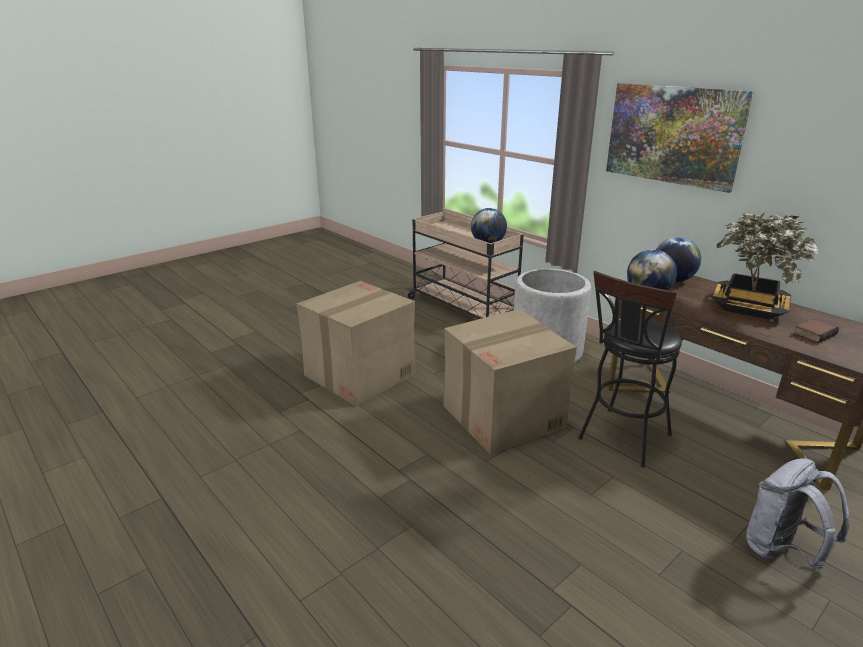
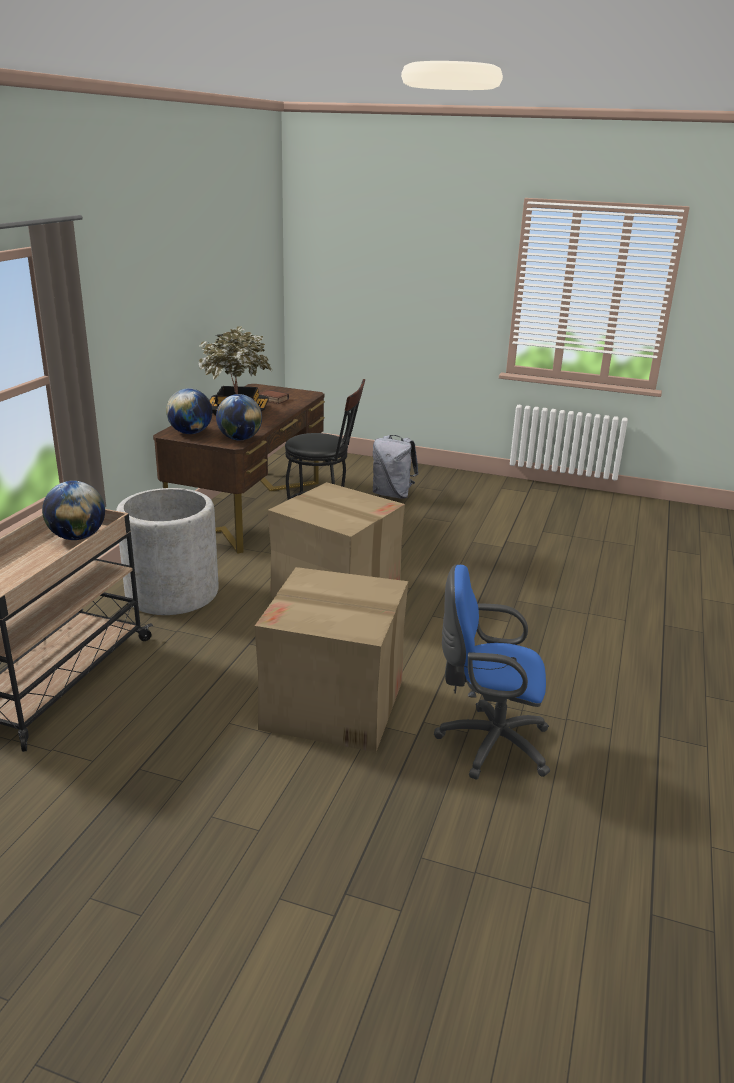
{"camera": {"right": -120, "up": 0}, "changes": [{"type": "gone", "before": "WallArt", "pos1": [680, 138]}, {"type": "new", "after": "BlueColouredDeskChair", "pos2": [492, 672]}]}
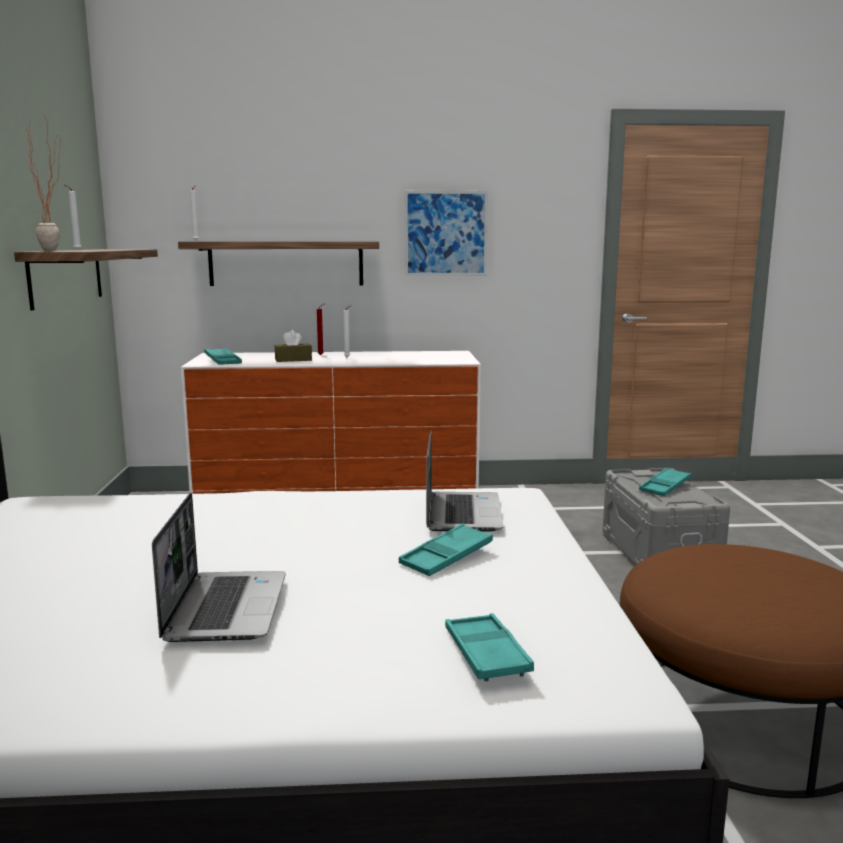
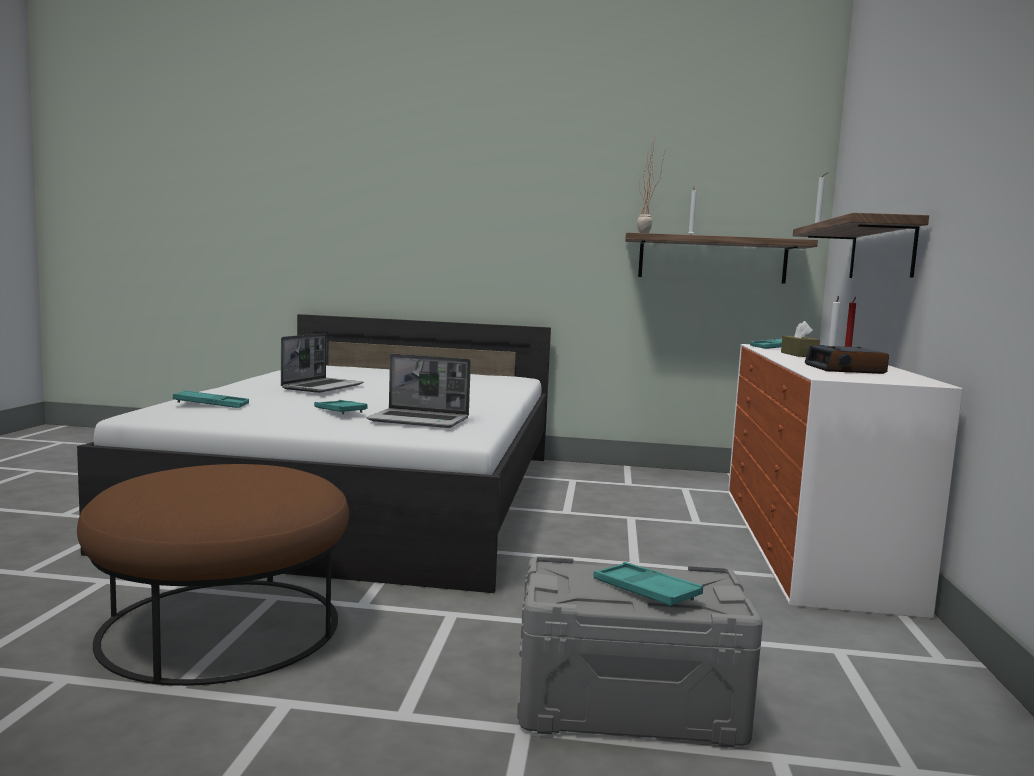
{"camera": {"right": 100, "up": -5}, "changes": [{"type": "gone", "before": "WallArt", "pos1": [446, 233]}, {"type": "rotated", "before": "Laptop", "pos1": [219, 567], "pos2": [322, 363], "turn": -75}, {"type": "new", "after": "AlarmClock", "pos2": [847, 359]}]}
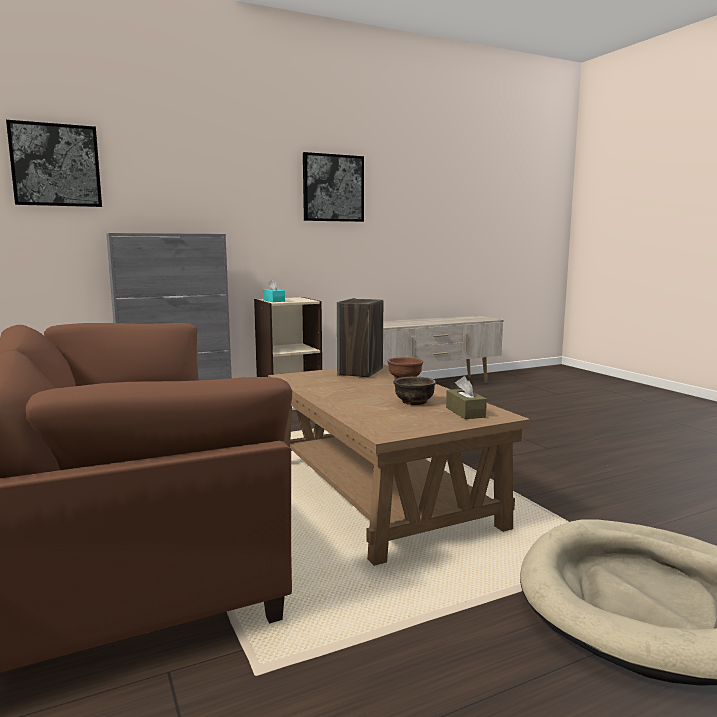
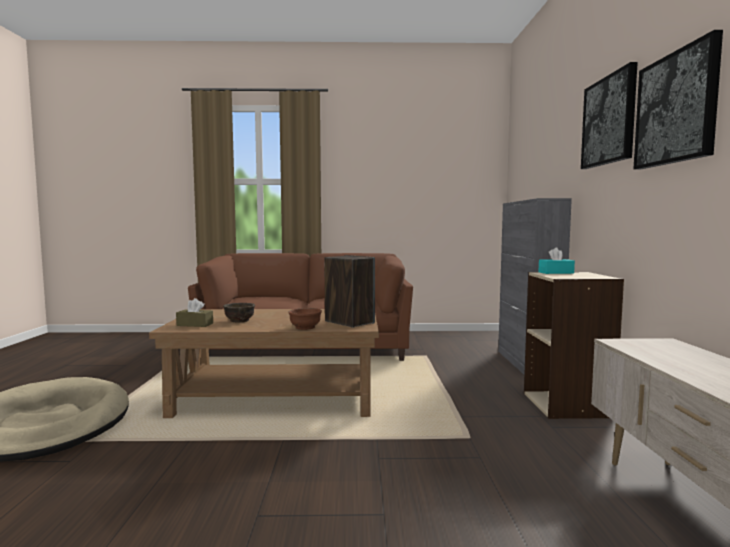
{"camera": {"right": 115, "up": -5}, "changes": [{"type": "shifted", "before": "WallArt", "pos1": [54, 163], "pos2": [609, 115]}]}
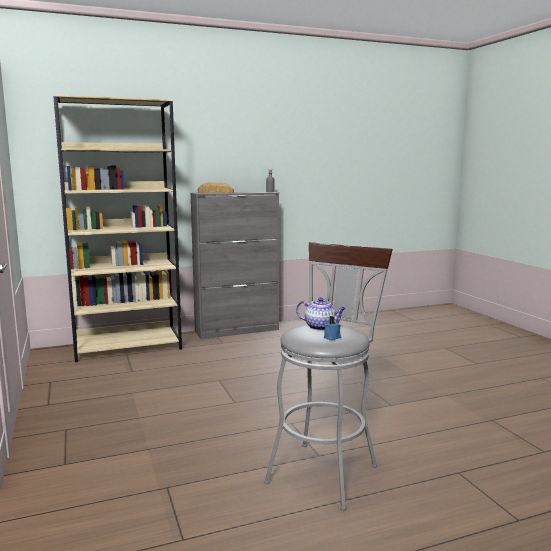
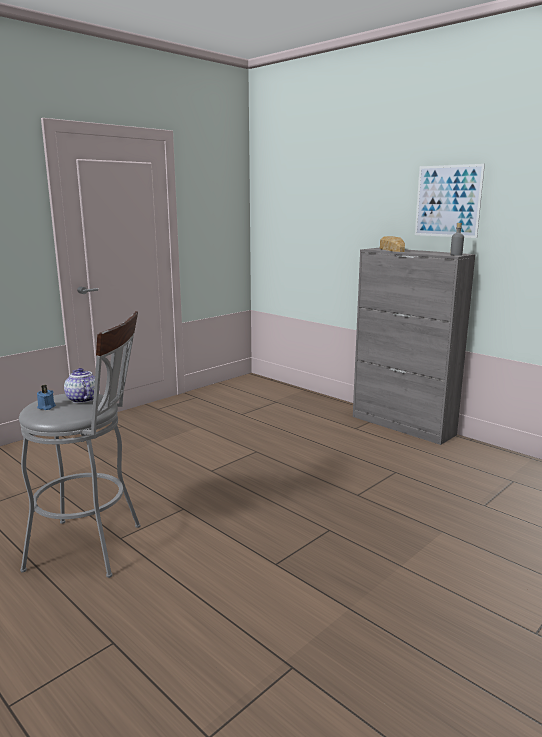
{"camera": {"right": 65, "up": 5}, "changes": [{"type": "gone", "before": "SandColouredBookcase", "pos1": [117, 228]}, {"type": "rotated", "before": "TeaPot", "pos1": [321, 313], "pos2": [82, 385], "turn": 150}, {"type": "new", "after": "WallArt", "pos2": [450, 201]}]}
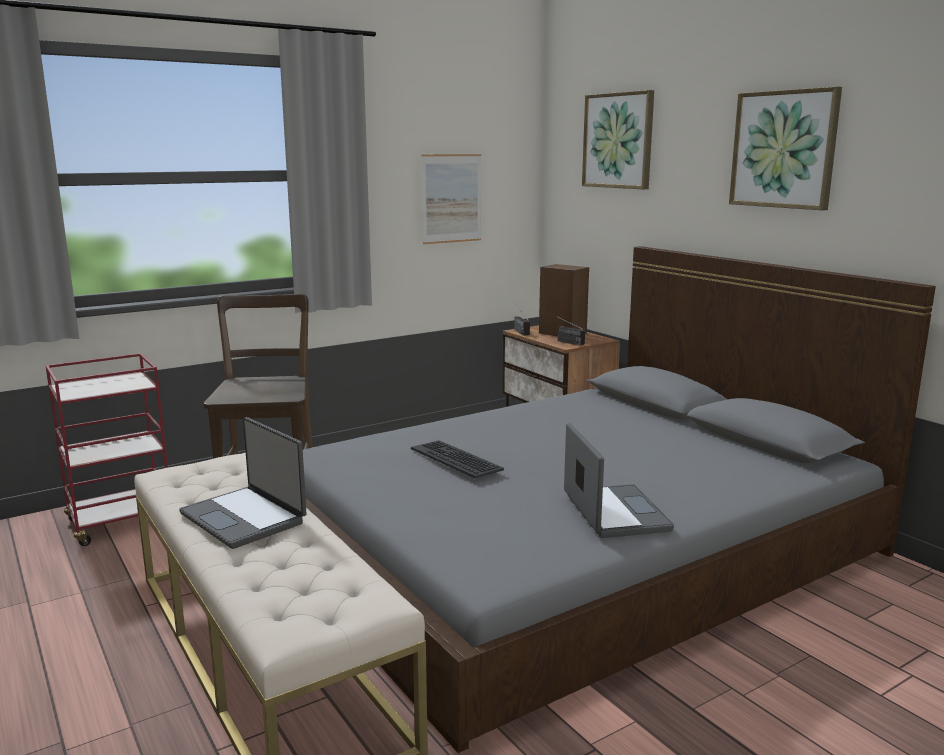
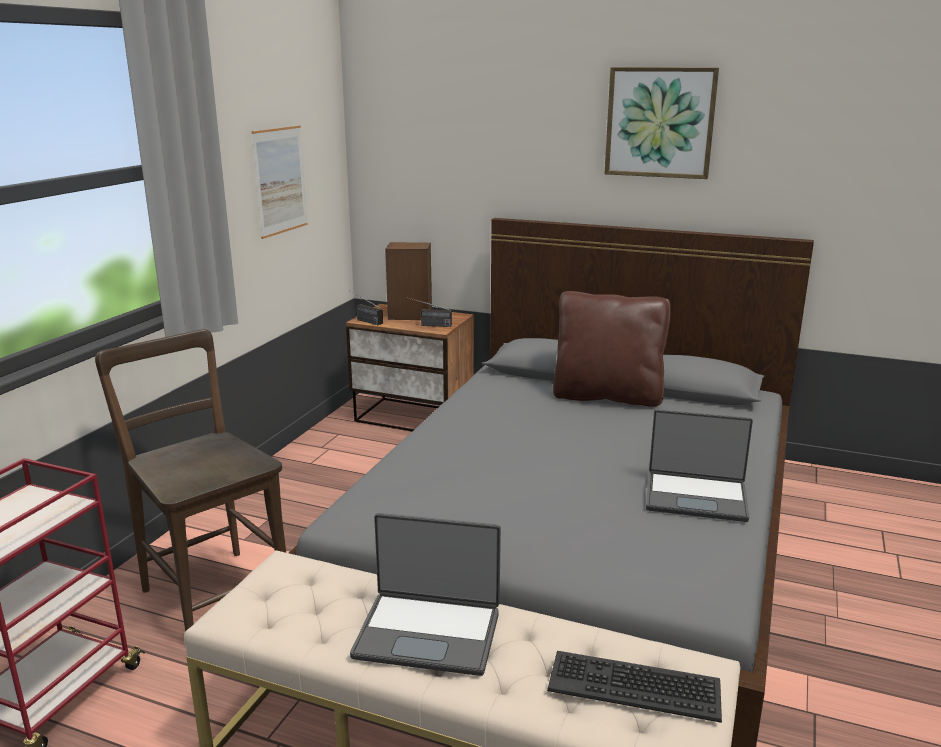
{"camera": {"right": -35, "up": 5}, "changes": [{"type": "gone", "before": "WallArt", "pos1": [618, 139]}, {"type": "rotated", "before": "Laptop", "pos1": [619, 480], "pos2": [699, 465], "turn": 150}, {"type": "shifted", "before": "ComputerKeyboard", "pos1": [457, 459], "pos2": [634, 687]}, {"type": "new", "after": "BrownColouredCushion", "pos2": [612, 349]}]}
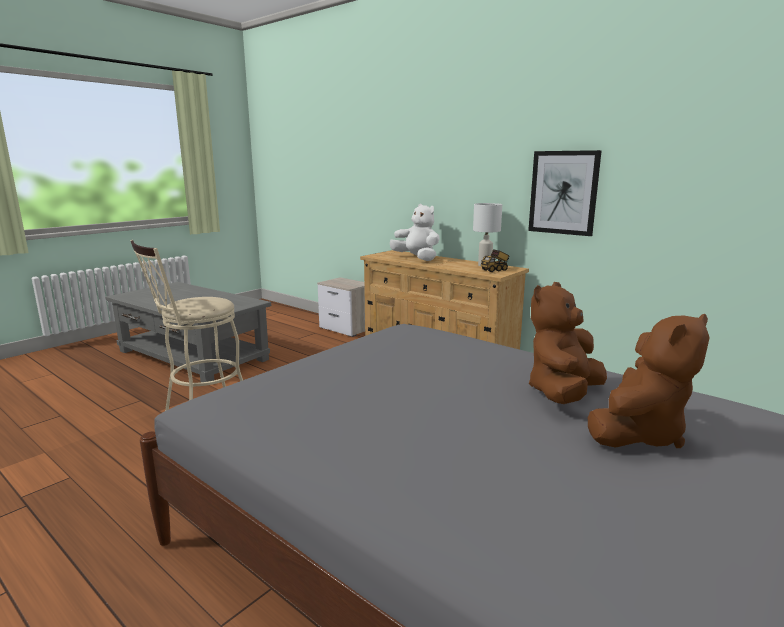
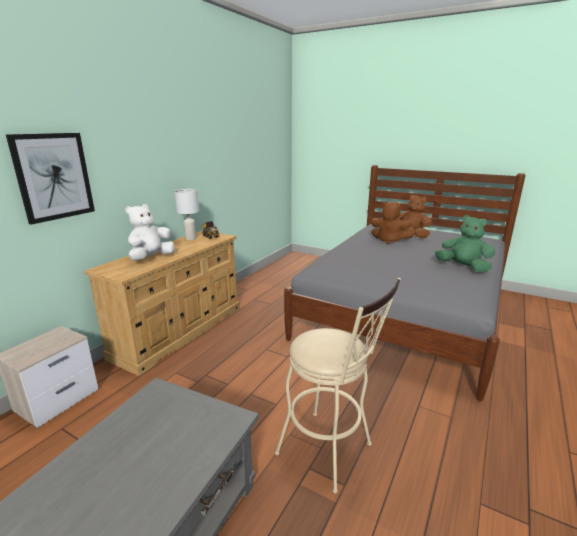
{"camera": {"right": -100, "up": 5}, "changes": [{"type": "shifted", "before": "WallArt", "pos1": [565, 193], "pos2": [50, 179]}, {"type": "new", "after": "GreenSoftToy", "pos2": [465, 244]}]}
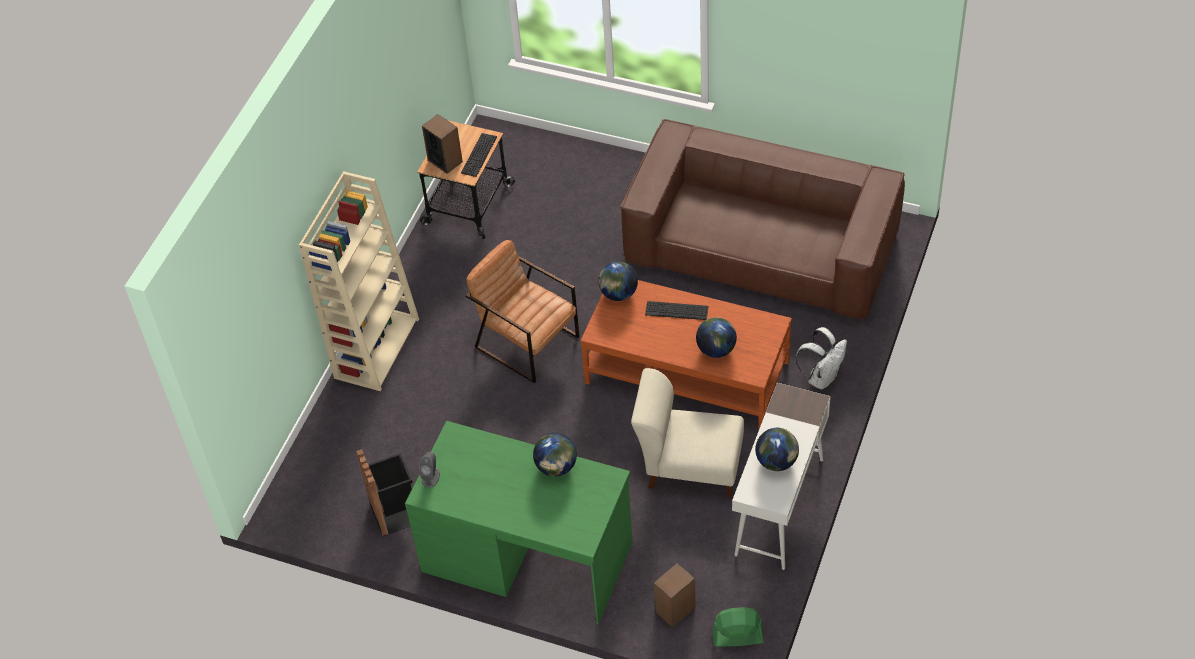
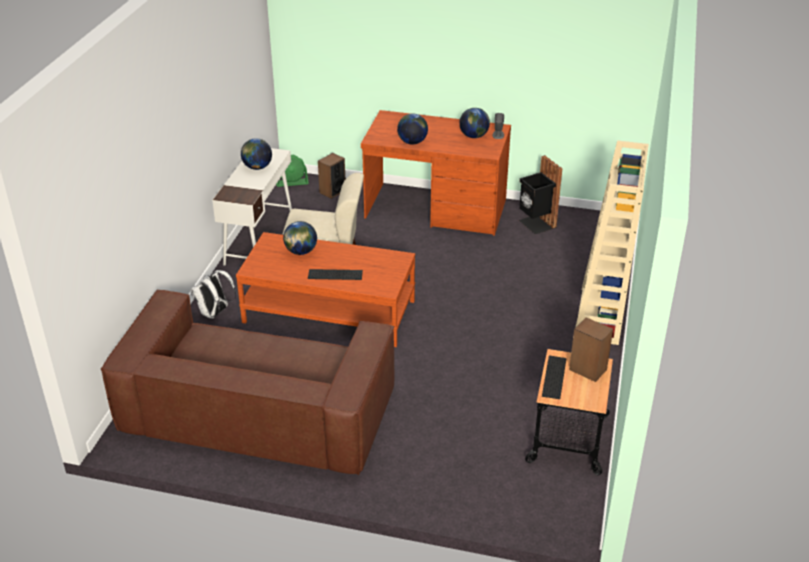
{"camera": {"right": 170, "up": -15}, "changes": [{"type": "gone", "before": "BrownColouredArmchair", "pos1": [523, 311]}, {"type": "shifted", "before": "WorldGlobe", "pos1": [618, 281], "pos2": [474, 123]}, {"type": "repainted", "before": "GreenDeskUnit", "after": "BrownColouredDeskUnit", "pos1": [519, 522], "pos2": [436, 173]}]}
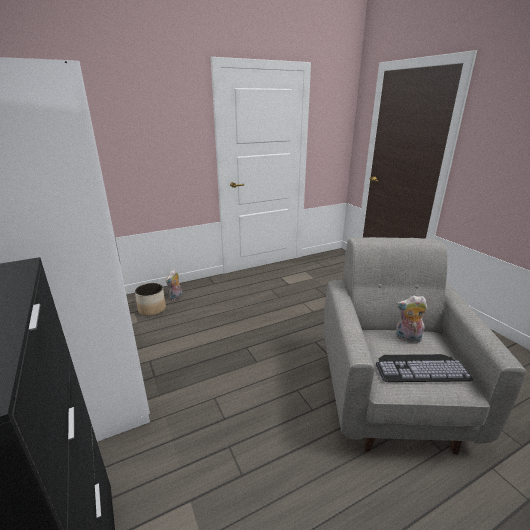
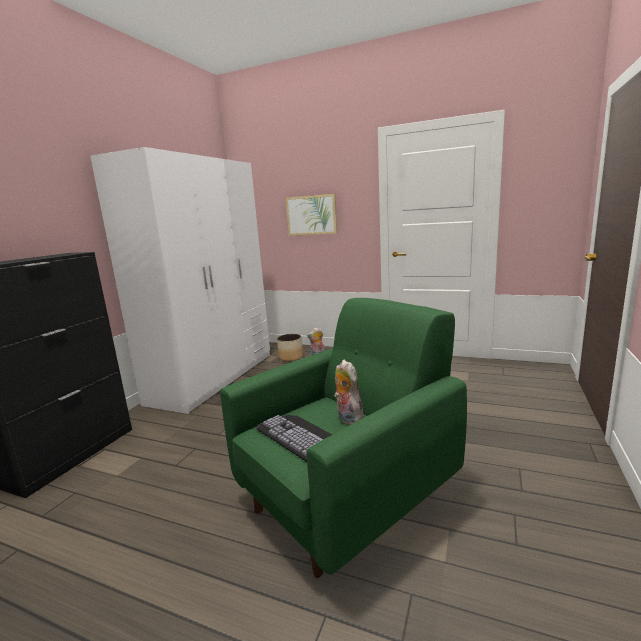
{"camera": {"right": 50, "up": -10}, "changes": [{"type": "repainted", "before": "GrayArmchair", "after": "GreenArmchair", "pos1": [425, 346], "pos2": [343, 438]}, {"type": "new", "after": "WallArt", "pos2": [311, 215]}]}
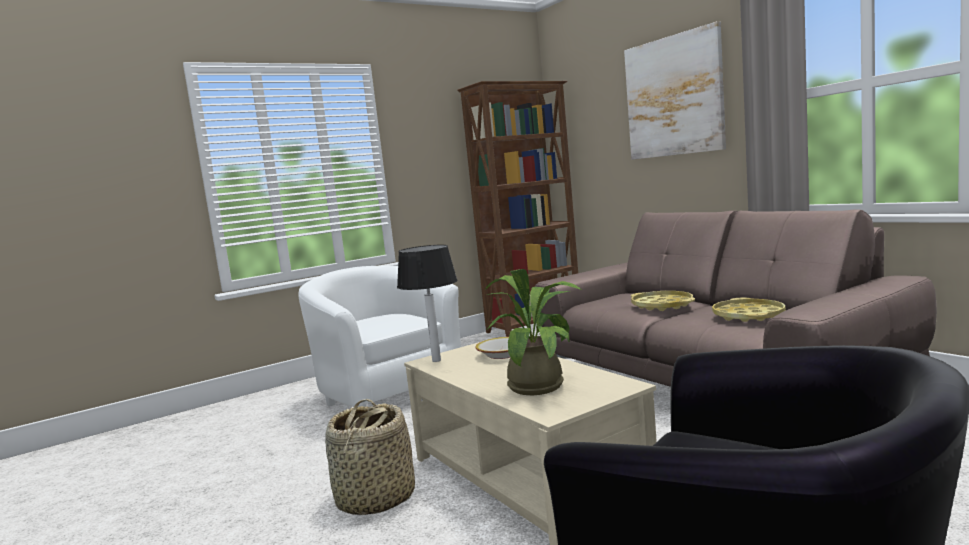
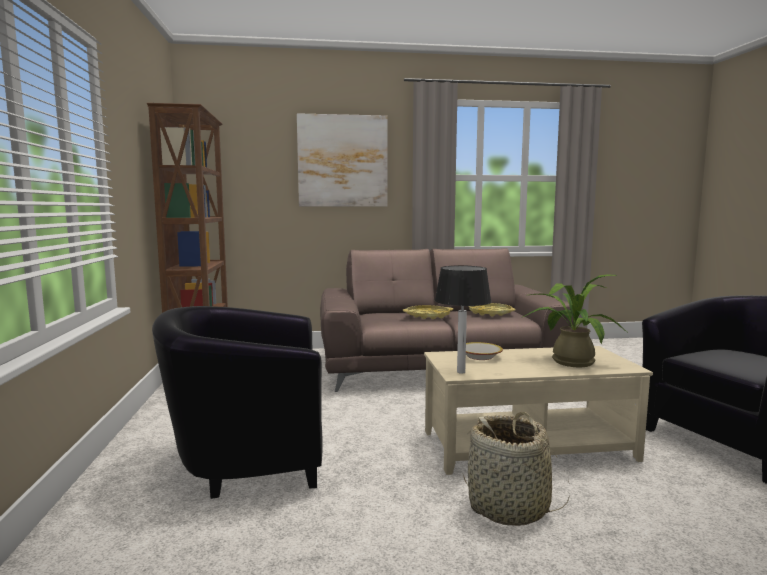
{"camera": {"right": -65, "up": 0}, "changes": [{"type": "repainted", "before": "WhitishArmchair", "after": "BlackArmchair", "pos1": [379, 336], "pos2": [237, 402]}]}
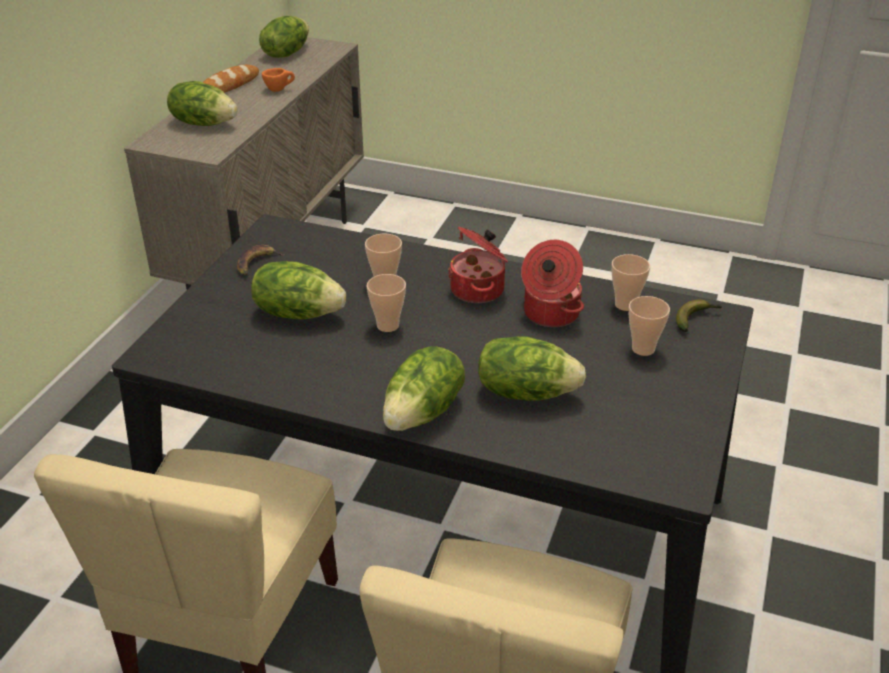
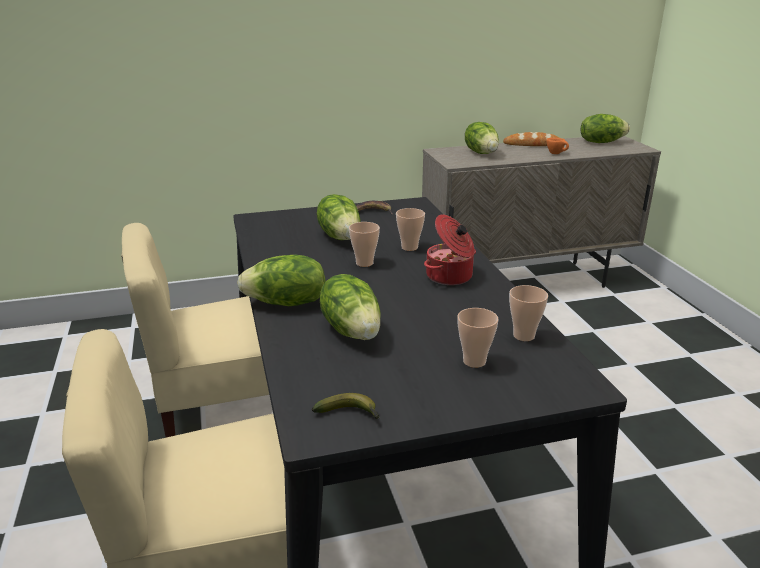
{"camera": {"right": 55, "up": -10}, "changes": [{"type": "gone", "before": "Saucepot", "pos1": [552, 283]}, {"type": "shifted", "before": "WholeBanana", "pos1": [699, 315], "pos2": [346, 406]}]}
